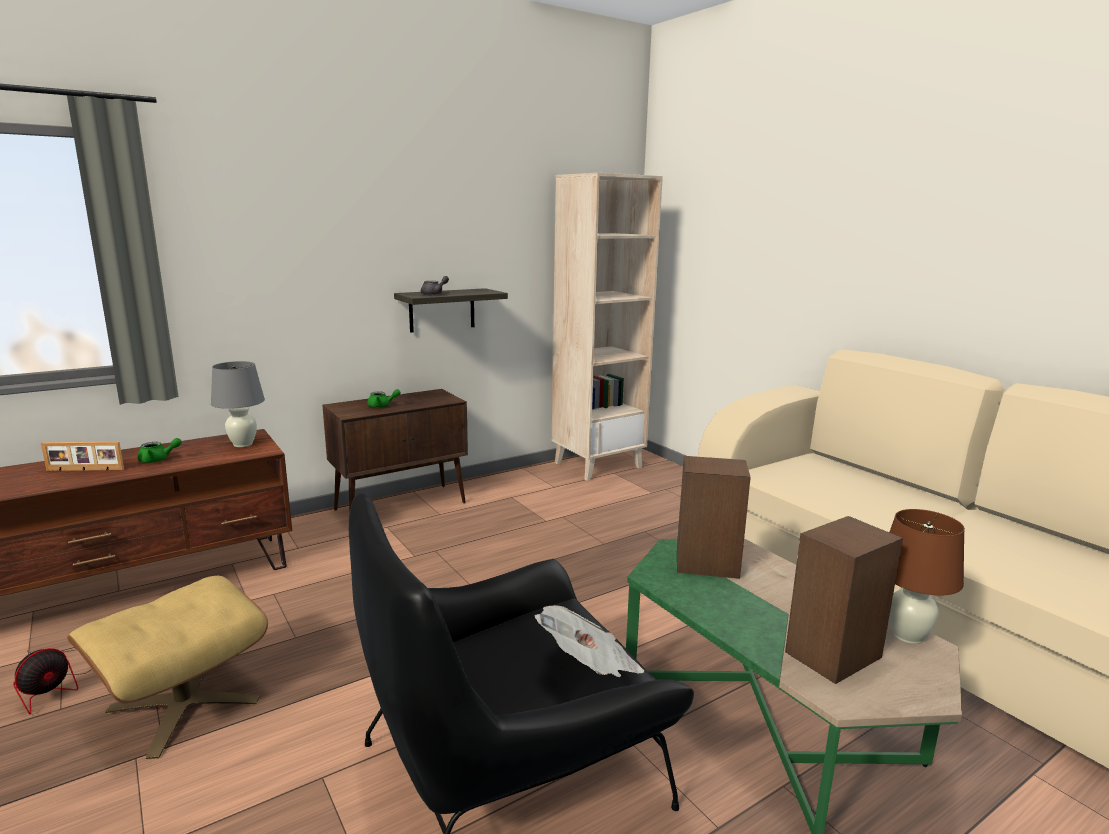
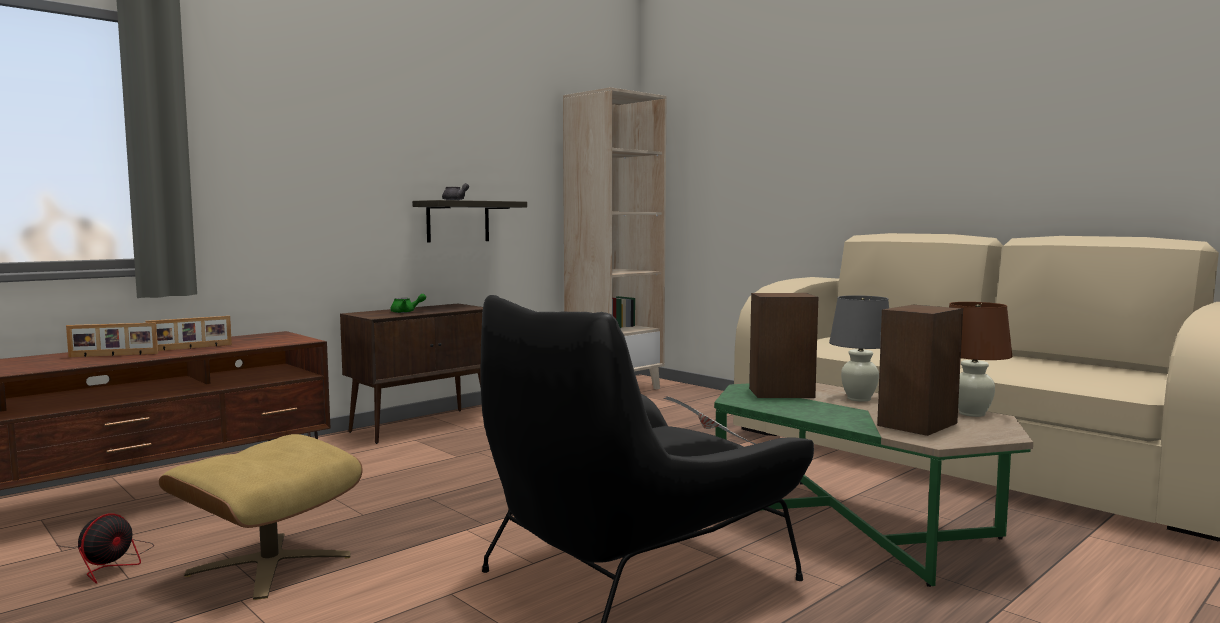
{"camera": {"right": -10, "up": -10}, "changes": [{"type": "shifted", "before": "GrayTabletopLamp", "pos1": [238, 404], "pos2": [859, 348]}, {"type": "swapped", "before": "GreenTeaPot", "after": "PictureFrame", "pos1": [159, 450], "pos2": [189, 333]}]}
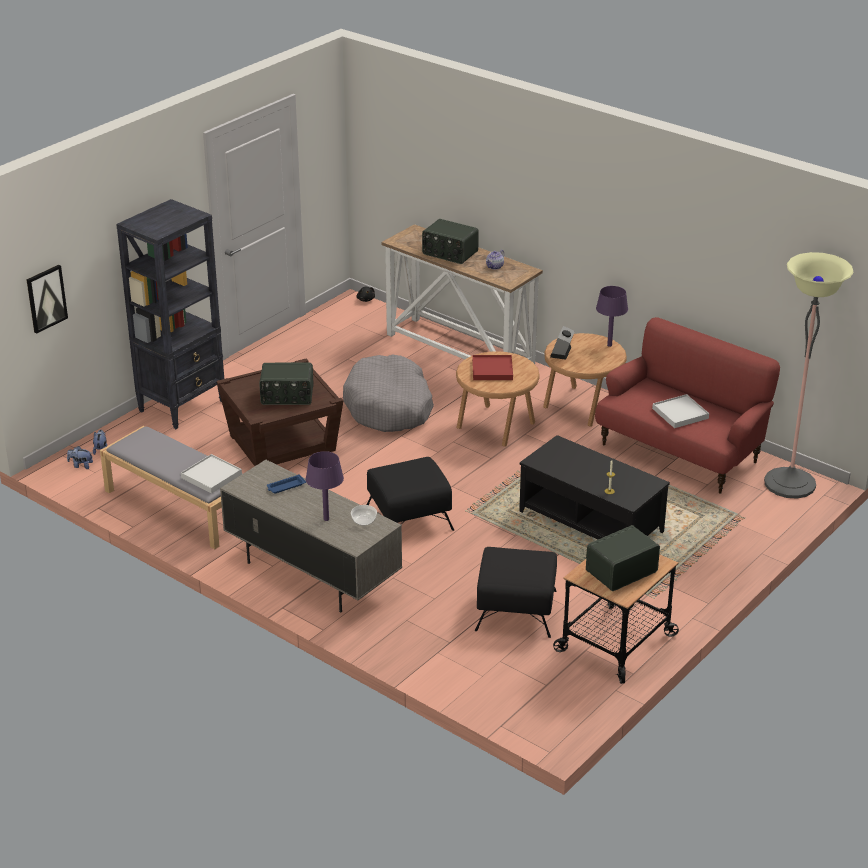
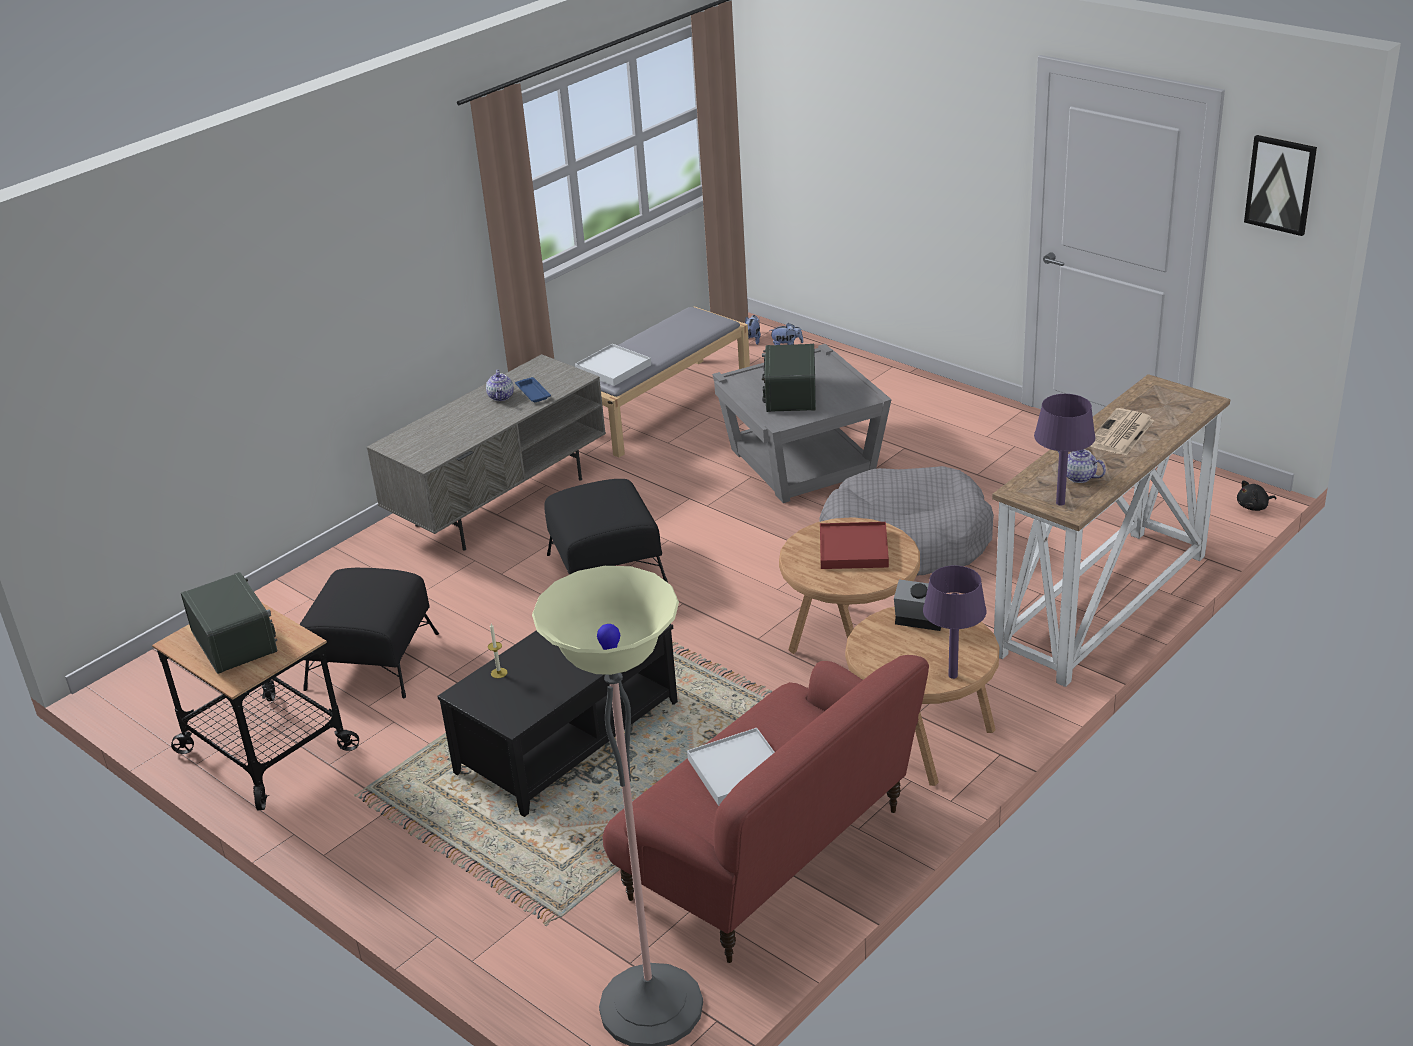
{"camera": {"right": 95, "up": 0}, "changes": [{"type": "gone", "before": "BlackBookcase", "pos1": [170, 314]}, {"type": "swapped", "before": "RadioReceiver", "after": "PrintedPaper", "pos1": [450, 241], "pos2": [1122, 432]}, {"type": "shifted", "before": "WallArt", "pos1": [47, 299], "pos2": [1280, 185]}, {"type": "repainted", "before": "BrownColouredEndTable", "after": "GrayEndTable", "pos1": [280, 412], "pos2": [802, 423]}, {"type": "shifted", "before": "PurplishTabletopLamp", "pos1": [325, 486], "pos2": [1064, 450]}, {"type": "gone", "before": "ServingBowl", "pos1": [364, 515]}, {"type": "new", "after": "TeaPot", "pos2": [500, 385]}]}
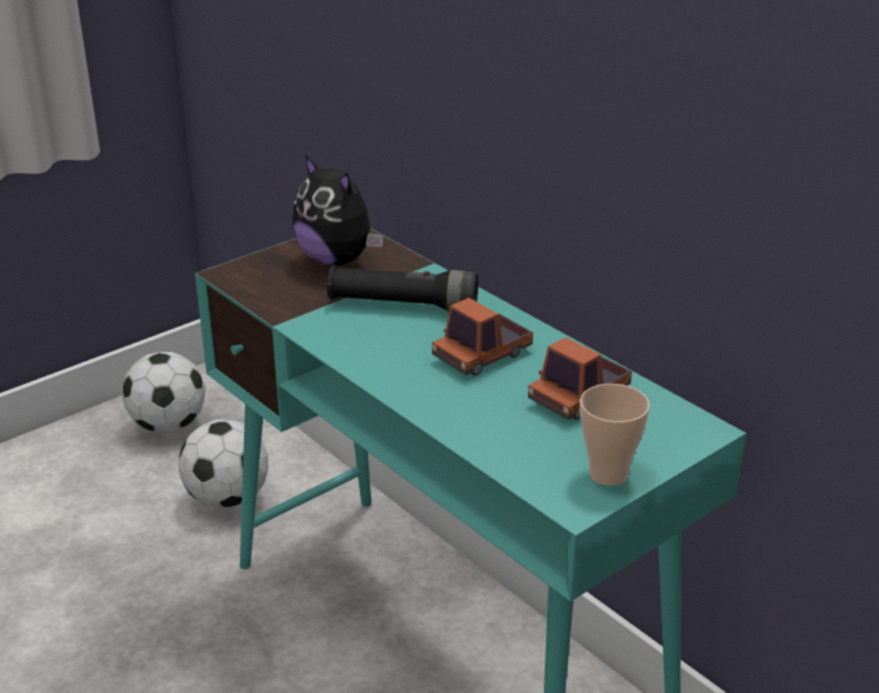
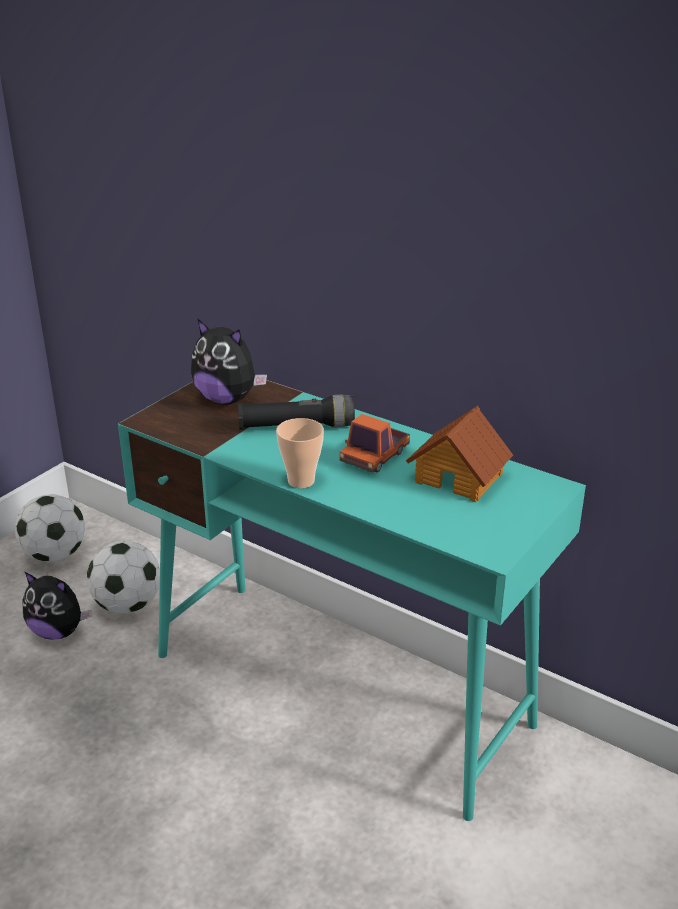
{"camera": {"right": -15, "up": 0}, "changes": [{"type": "swapped", "before": "ToyLorry", "after": "ModelHouse", "pos1": [580, 378], "pos2": [459, 454]}, {"type": "shifted", "before": "DrinkingCup", "pos1": [615, 435], "pos2": [300, 453]}, {"type": "new", "after": "SoftToy", "pos2": [57, 606]}]}
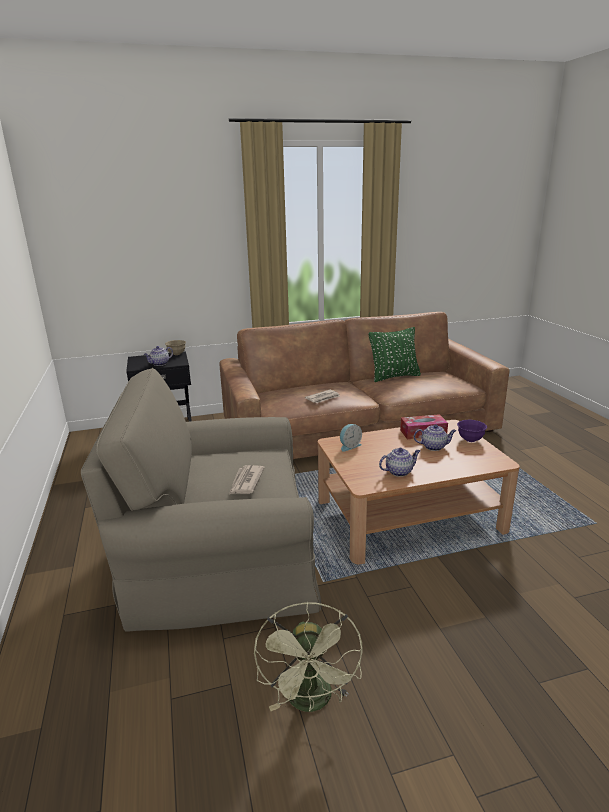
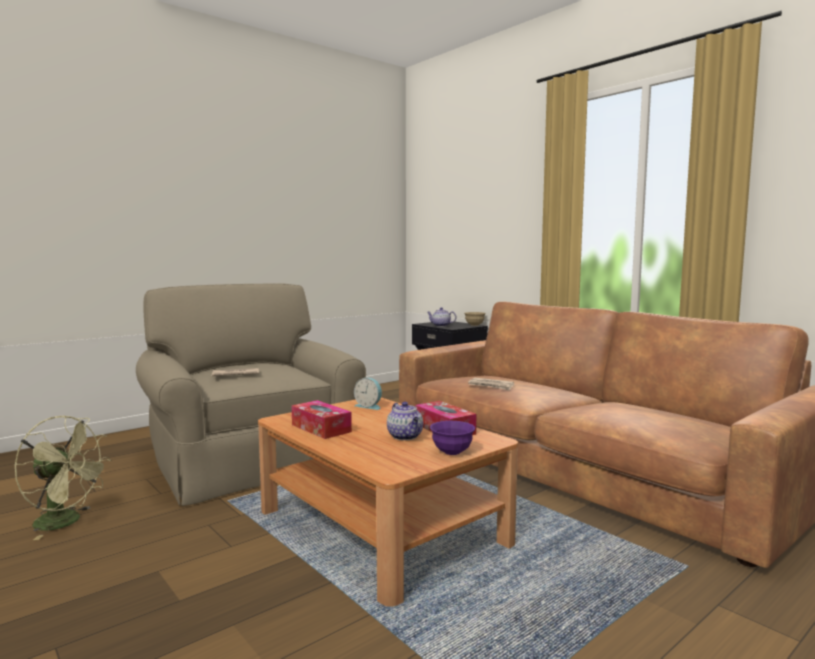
{"camera": {"right": 65, "up": -15}, "changes": [{"type": "gone", "before": "GreenCushion", "pos1": [395, 354]}, {"type": "swapped", "before": "TeaPot", "after": "TissueHolder", "pos1": [399, 462], "pos2": [322, 419]}, {"type": "rotated", "before": "GreenFan", "pos1": [308, 657], "pos2": [62, 478], "turn": -135}]}
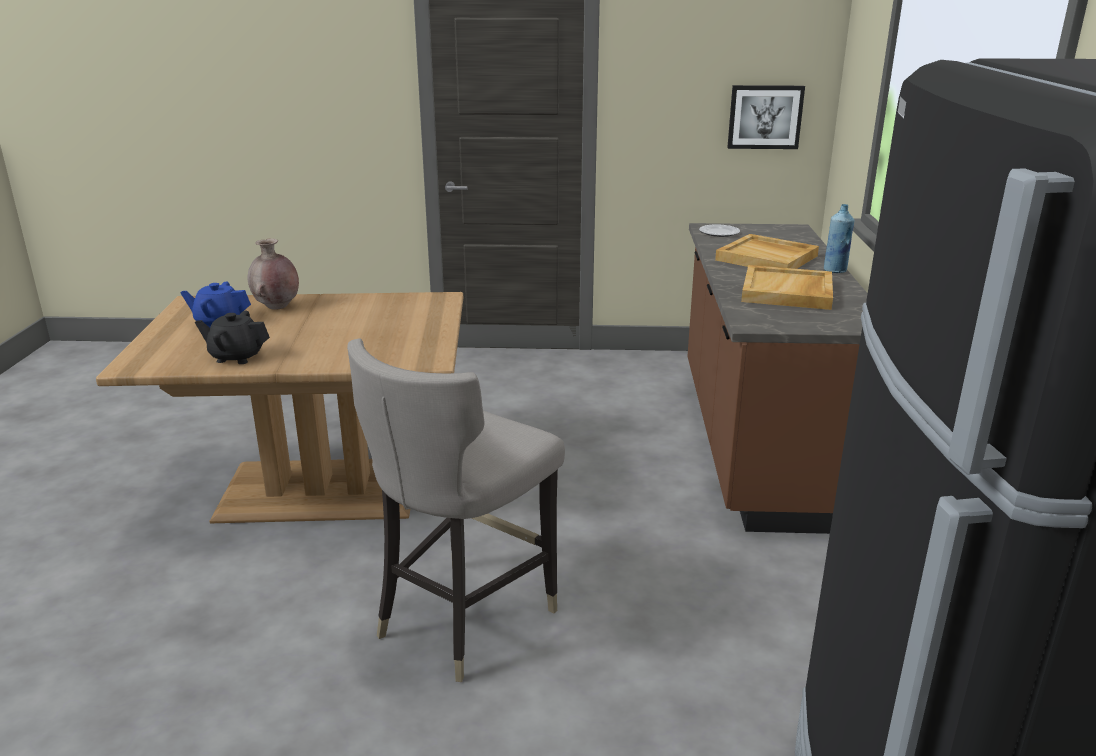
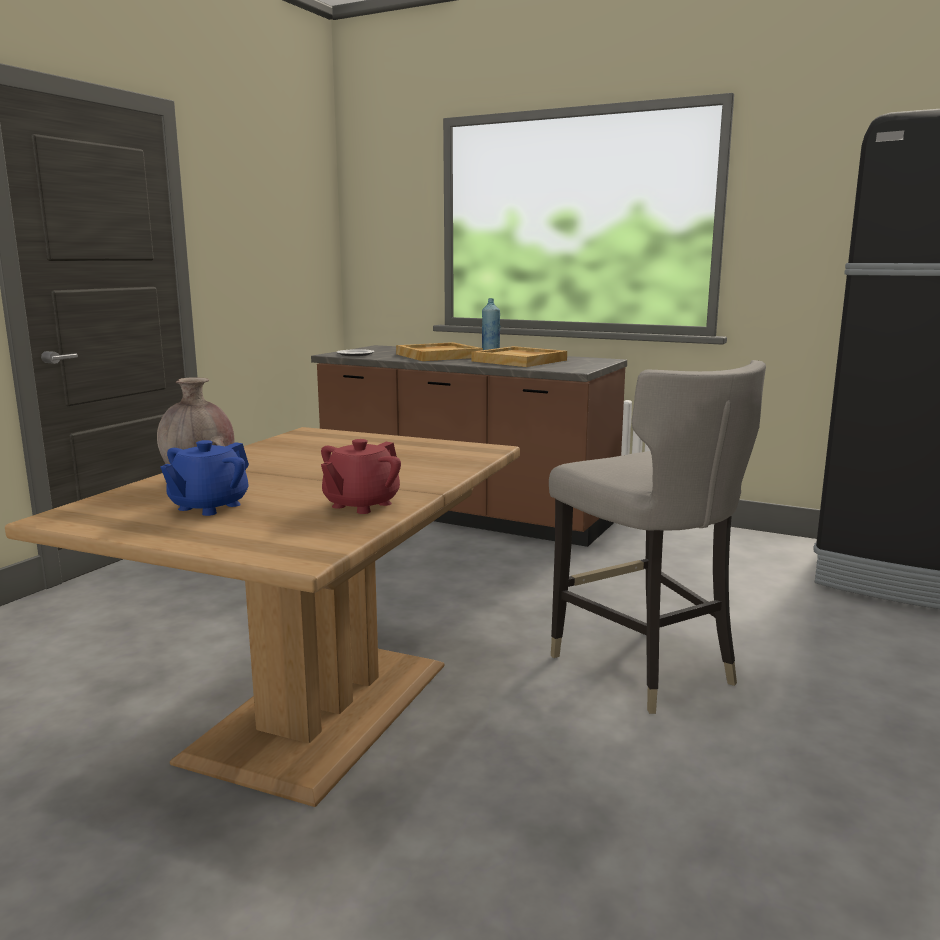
{"camera": {"right": -65, "up": -10}, "changes": [{"type": "gone", "before": "WallArt", "pos1": [766, 117]}, {"type": "repainted", "before": "BlackTeaPot", "after": "RedColouredTeaPot", "pos1": [232, 337], "pos2": [361, 476]}]}
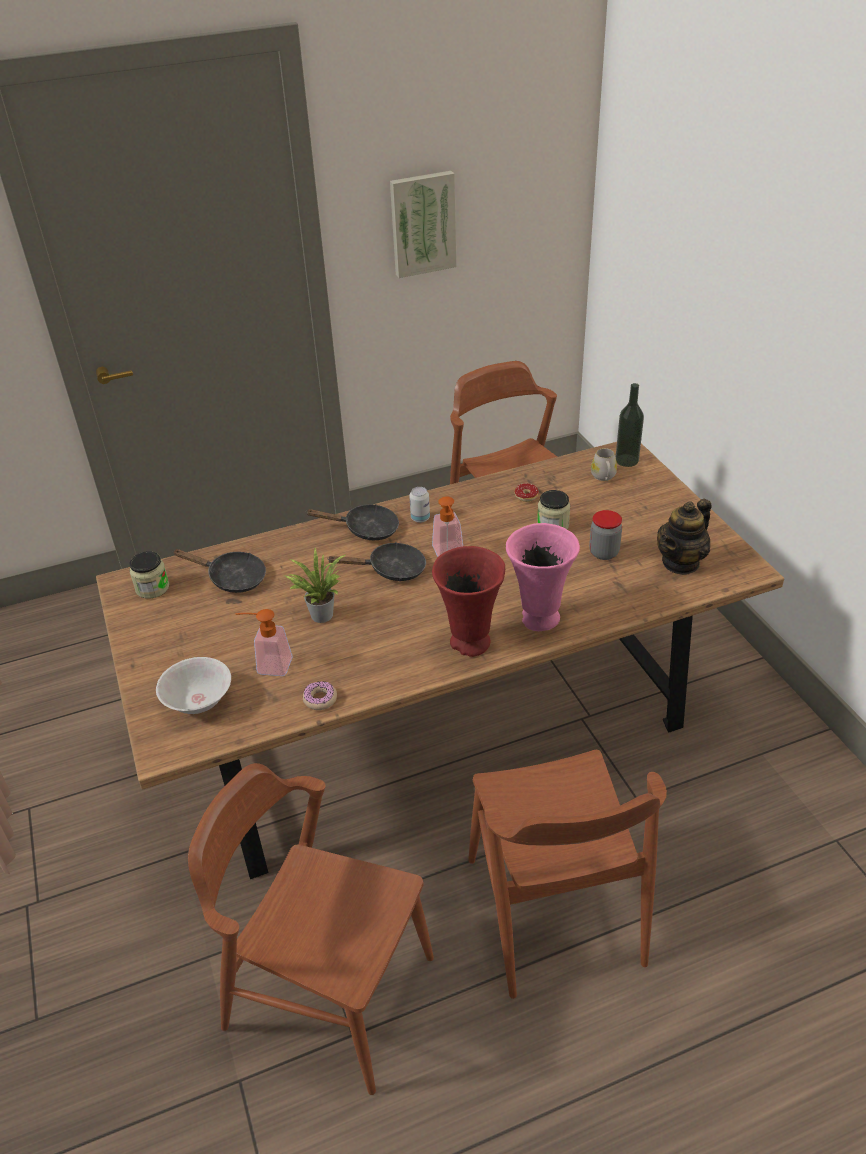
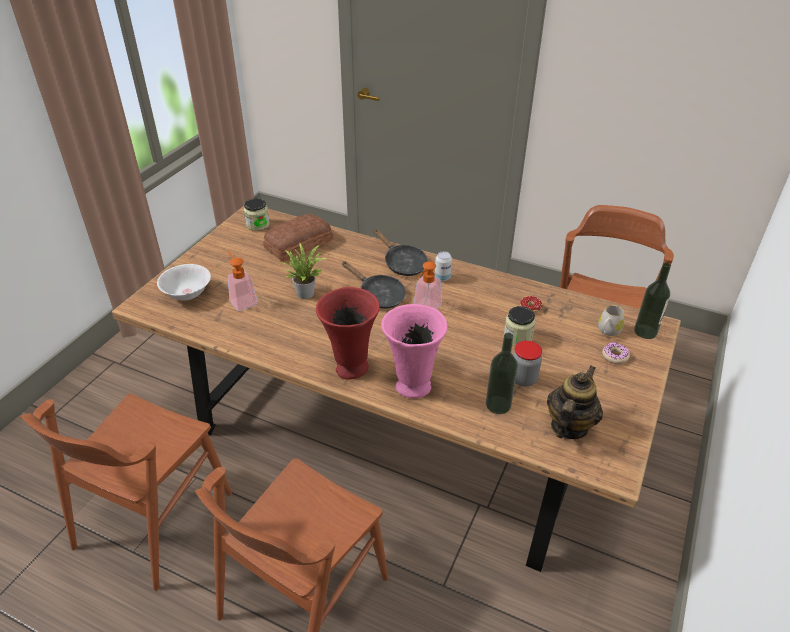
{"camera": {"right": 45, "up": 0}, "changes": [{"type": "gone", "before": "WallArt", "pos1": [423, 224]}, {"type": "rotated", "before": "TeaPot", "pos1": [684, 537], "pos2": [575, 402], "turn": 120}, {"type": "swapped", "before": "BlackSkillet", "after": "BakedBread", "pos1": [219, 571], "pos2": [298, 238]}, {"type": "shifted", "before": "Donut", "pos1": [320, 695], "pos2": [616, 353]}, {"type": "rotated", "before": "BrownColouredPlainChair", "pos1": [311, 929], "pos2": [126, 492], "turn": -135}, {"type": "new", "after": "DrinkBottle", "pos2": [502, 373]}]}
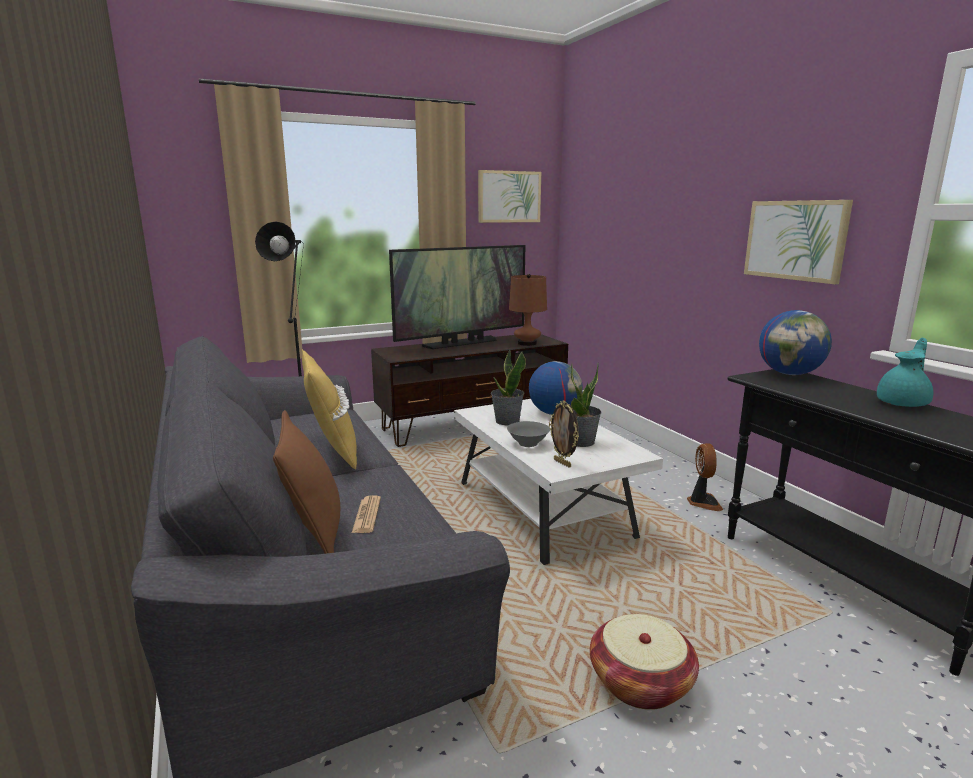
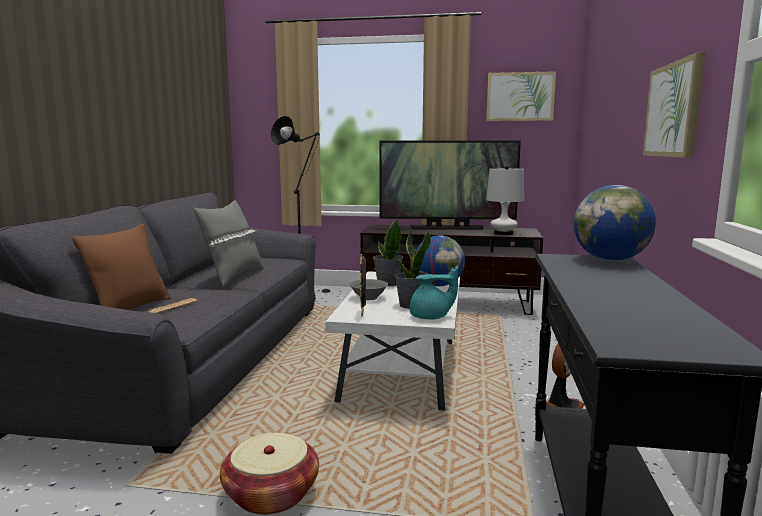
{"camera": {"right": 35, "up": -5}, "changes": [{"type": "repainted", "before": "BrownColouredTabletopLamp", "after": "WhitishTabletopLamp", "pos1": [528, 310], "pos2": [505, 200]}, {"type": "shifted", "before": "TurquoiseColouredTeaPot", "pos1": [905, 372], "pos2": [434, 293]}, {"type": "repainted", "before": "YellowCushion", "after": "GrayCushion", "pos1": [329, 410], "pos2": [228, 243]}]}
